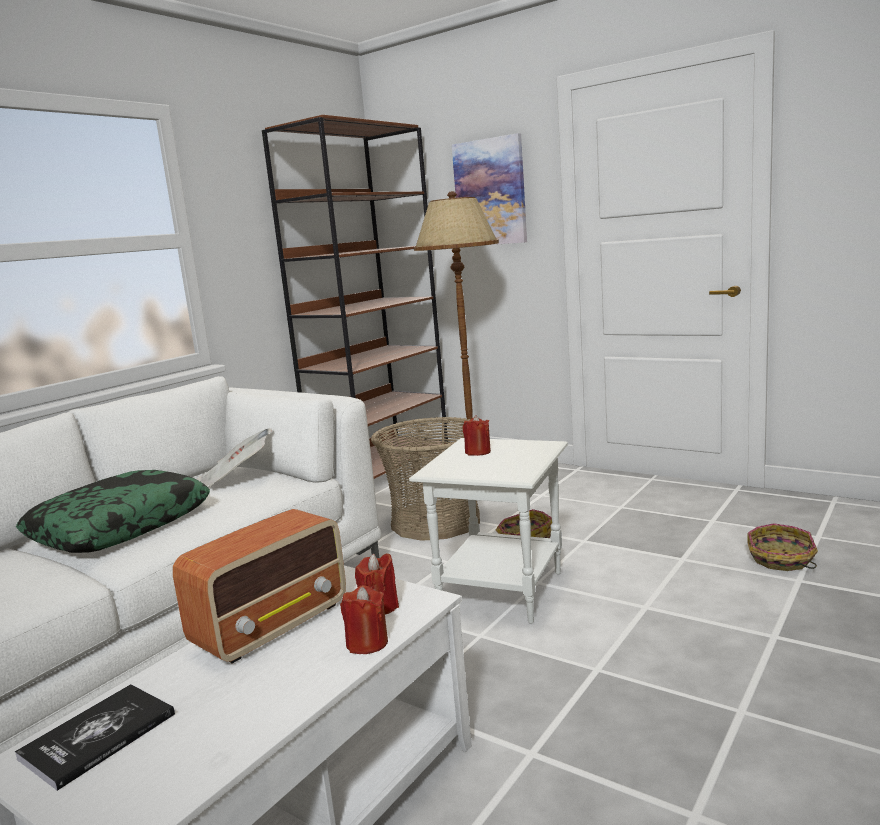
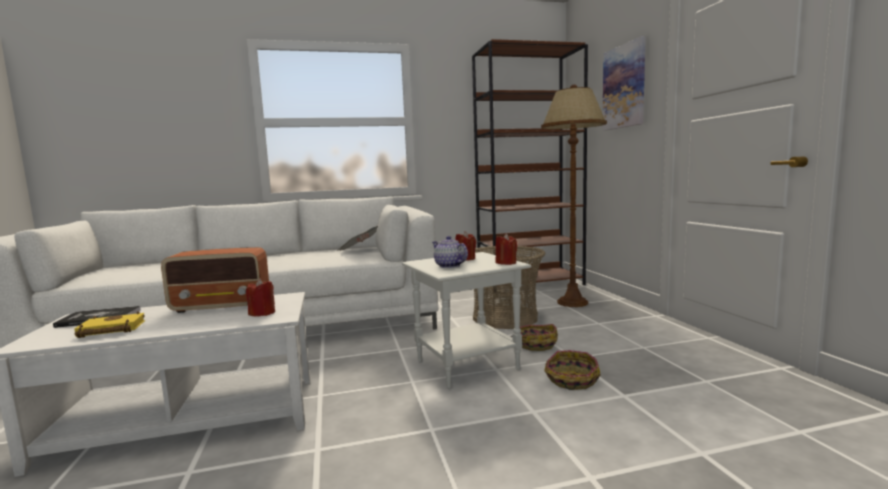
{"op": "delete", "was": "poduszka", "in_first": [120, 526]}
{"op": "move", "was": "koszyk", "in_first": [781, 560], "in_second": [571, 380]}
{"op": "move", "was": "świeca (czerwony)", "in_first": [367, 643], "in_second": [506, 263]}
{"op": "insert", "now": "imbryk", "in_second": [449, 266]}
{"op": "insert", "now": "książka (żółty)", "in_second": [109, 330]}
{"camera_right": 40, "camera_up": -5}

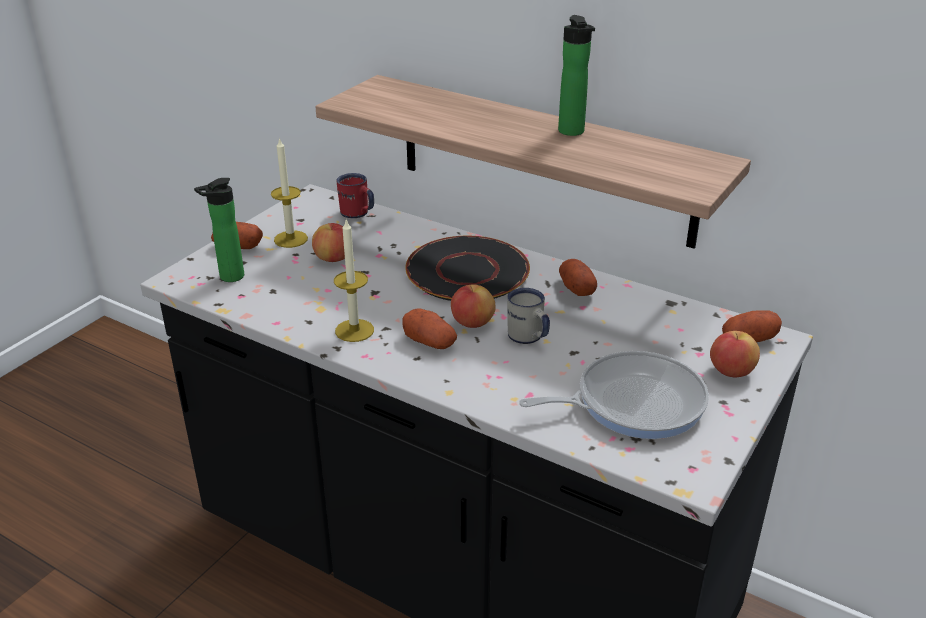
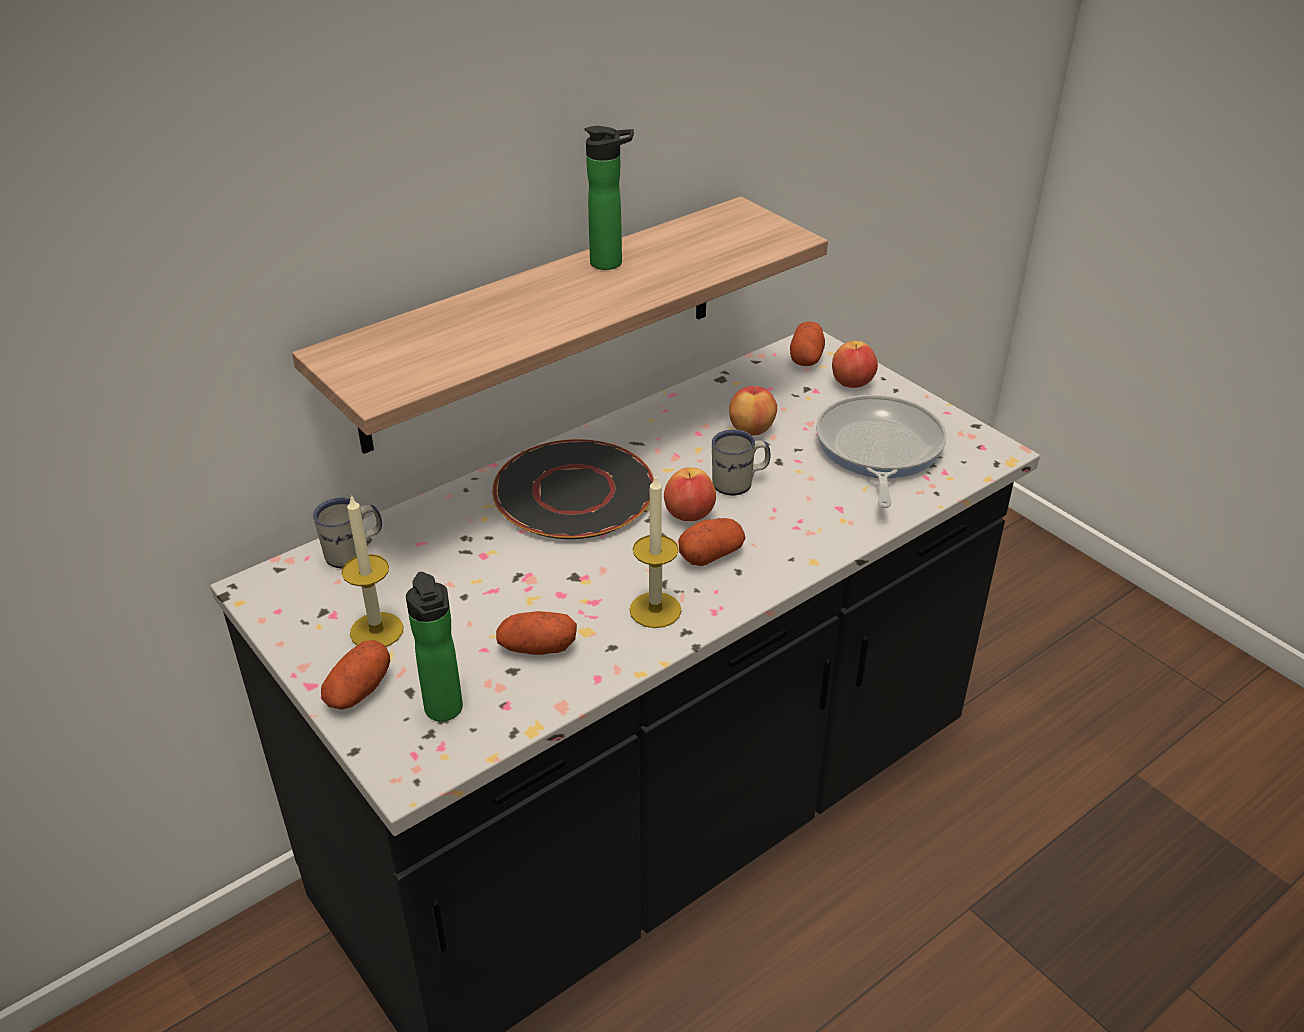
{"op": "recolor", "was": "kubek (czerwony)", "now": "kubek (biały)", "in_first": [357, 214], "in_second": [354, 553]}
{"op": "move", "was": "jabłko", "in_first": [334, 259], "in_second": [751, 429]}
{"op": "move", "was": "ziemniak", "in_first": [576, 288], "in_second": [537, 647]}
{"camera_right": -70, "camera_up": 5}

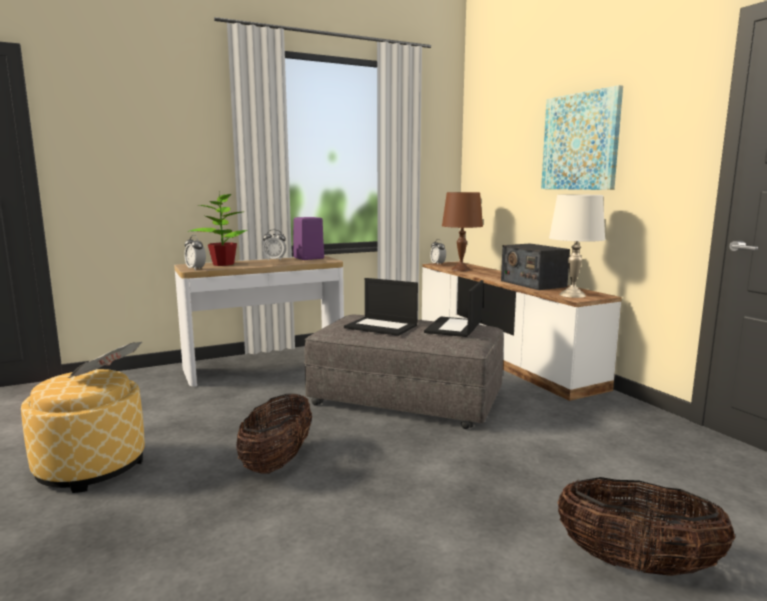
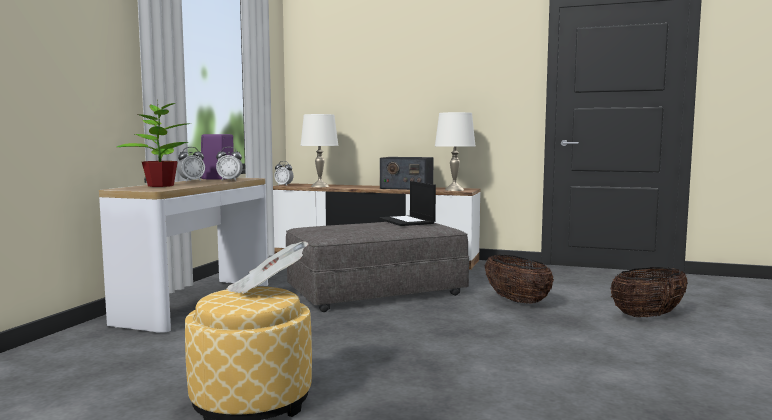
{"op": "delete", "was": "obraz", "in_first": [580, 142]}
{"op": "recolor", "was": "lampa stołowa (brązowy)", "now": "lampa stołowa (biały)", "in_first": [460, 269], "in_second": [319, 186]}
{"op": "move", "was": "budzik", "in_first": [196, 269], "in_second": [230, 180]}
{"op": "delete", "was": "laptop", "in_first": [382, 326]}
{"op": "move", "was": "koszyk", "in_first": [277, 461], "in_second": [516, 301]}
{"camera_right": -45, "camera_up": -5}

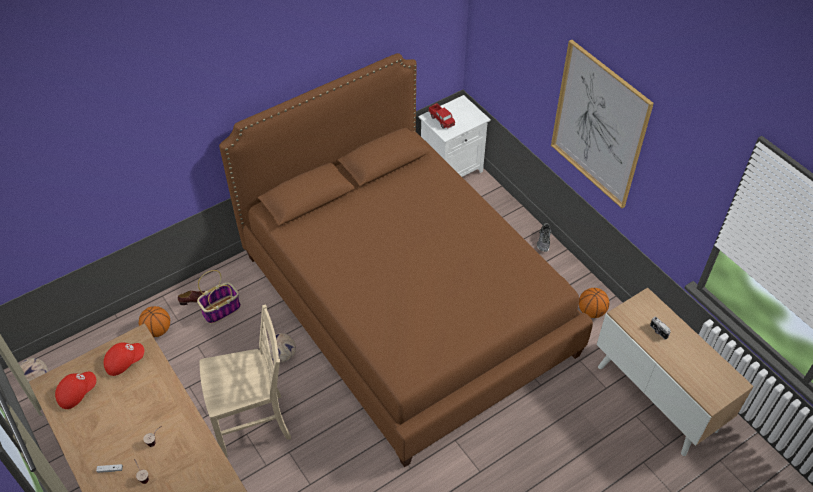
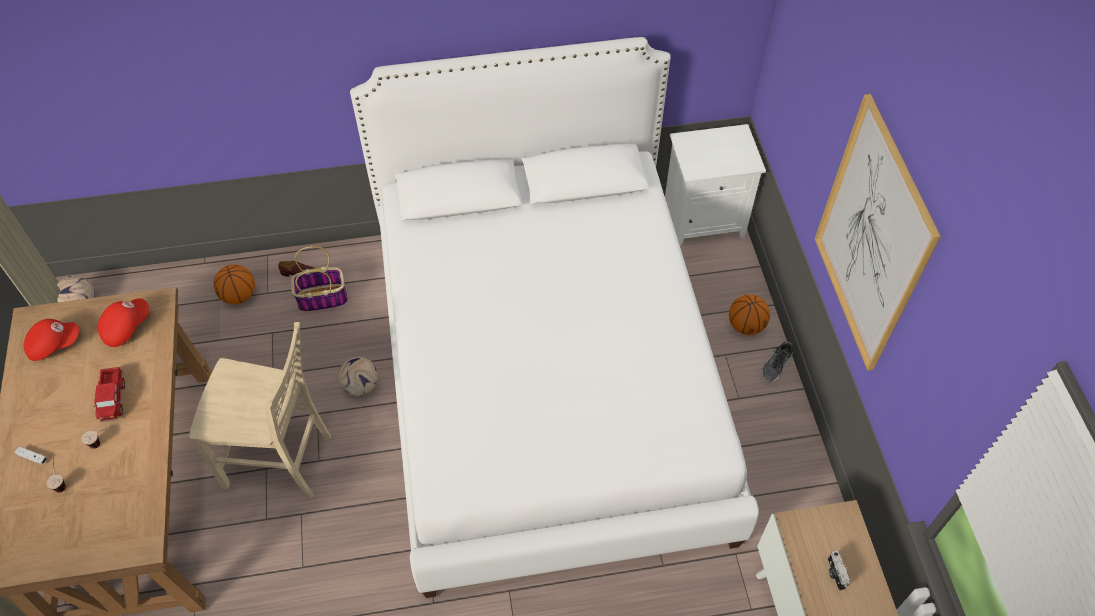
{"op": "recolor", "was": "łóżko (brązowy)", "now": "łóżko (biały)", "in_first": [406, 303], "in_second": [547, 379]}
{"op": "move", "was": "ciężarówka zabawkowa", "in_first": [441, 119], "in_second": [112, 398]}
{"op": "move", "was": "piłka do koszykówki", "in_first": [591, 311], "in_second": [746, 326]}
{"op": "rotate", "was": "czapka z daszkiem (czerwony)", "in_first": [124, 361], "in_second": [126, 327], "clockwise": -45}
{"camera_right": 25, "camera_up": 5}

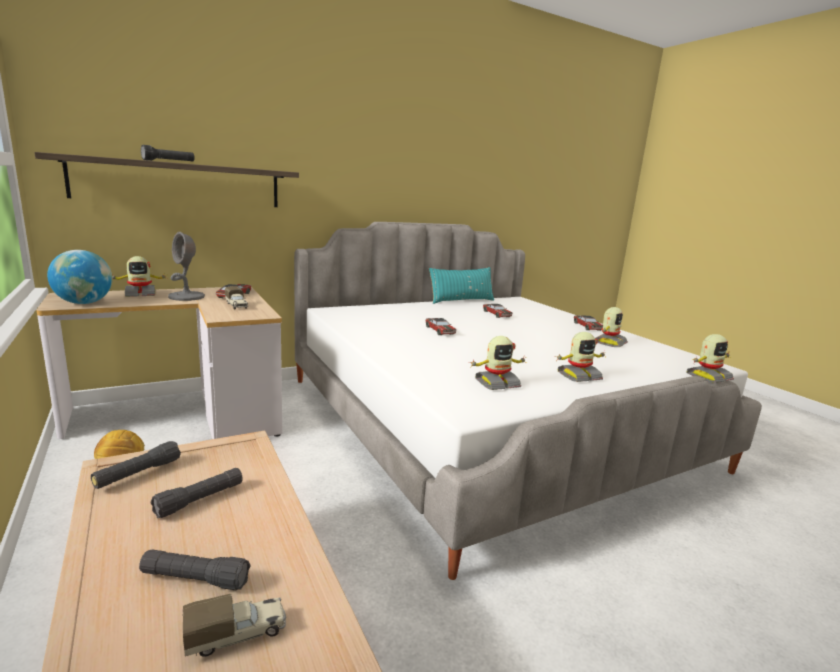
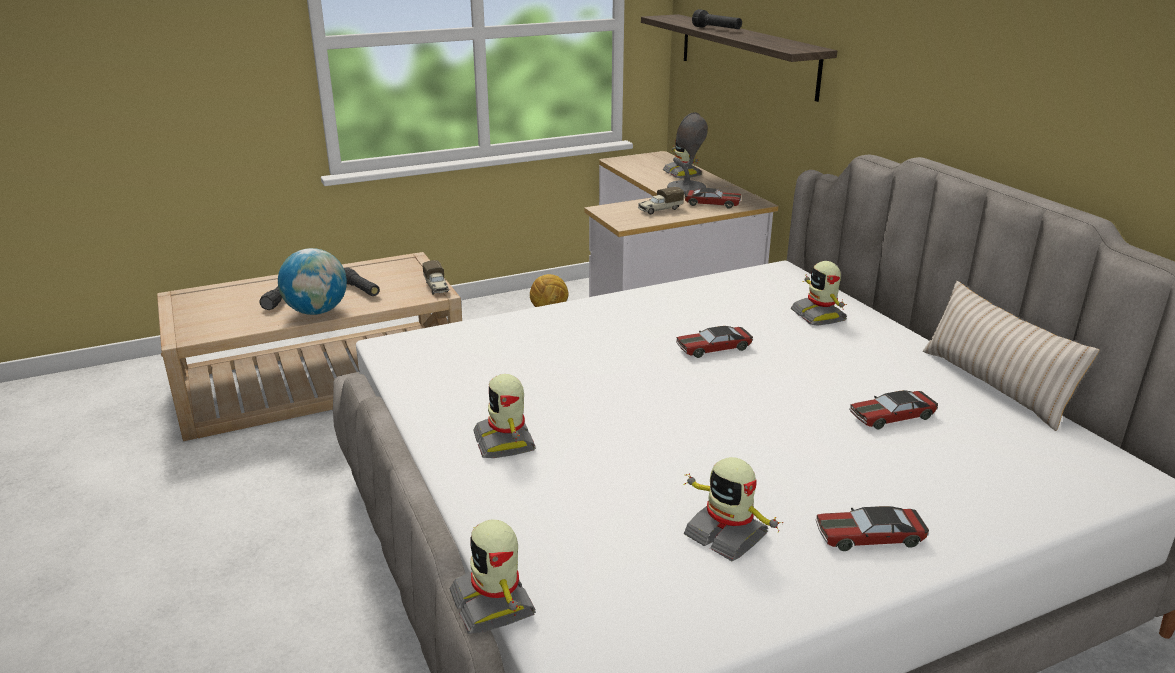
{"op": "move", "was": "globus", "in_first": [84, 303], "in_second": [317, 311]}
{"op": "recolor", "was": "poduszka (turkusowy)", "now": "poduszka (beżowy)", "in_first": [461, 300], "in_second": [993, 385]}
{"op": "move", "was": "robot zabawkowy", "in_first": [496, 383], "in_second": [819, 316]}
{"op": "delete", "was": "latarka (czarny)", "in_first": [138, 473]}
{"op": "move", "was": "ciężarówka zabawkowa", "in_first": [237, 634], "in_second": [436, 287]}
{"camera_right": 95, "camera_up": 10}

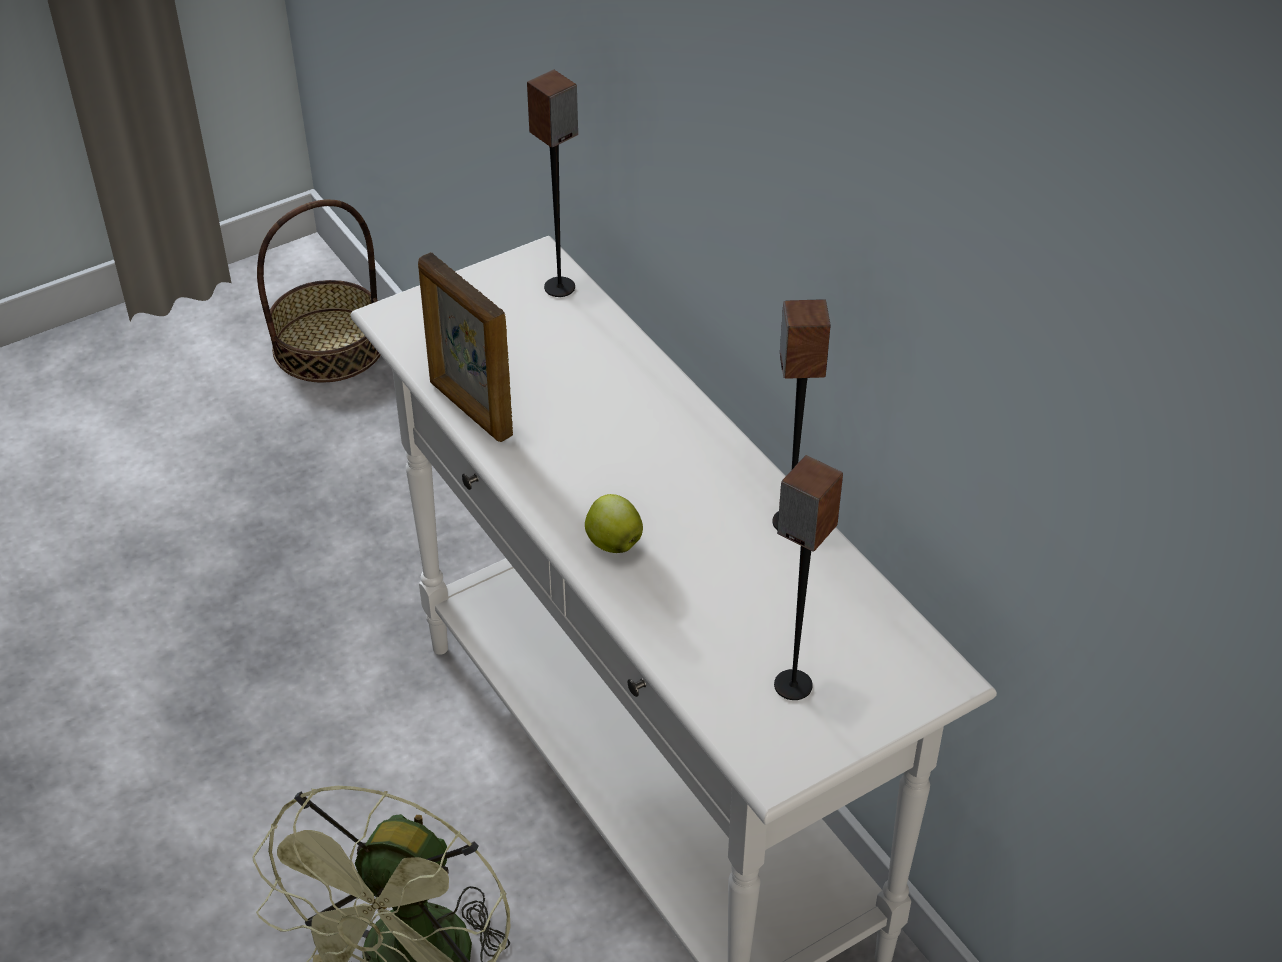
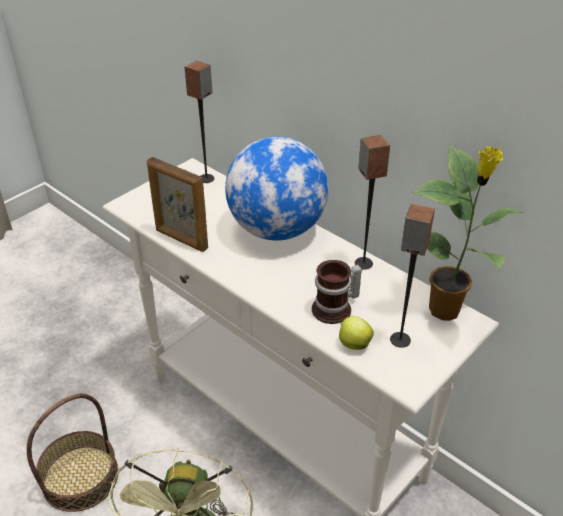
{"op": "move", "was": "koszyk", "in_first": [328, 345], "in_second": [80, 477]}
{"op": "move", "was": "jabłko", "in_first": [613, 542], "in_second": [353, 344]}
{"op": "insert", "now": "globus", "in_second": [277, 229]}
{"op": "insert", "now": "roślina doniczkowa", "in_second": [446, 310]}
{"op": "insert", "now": "kubek", "in_second": [336, 309]}
{"camera_right": -15, "camera_up": -5}

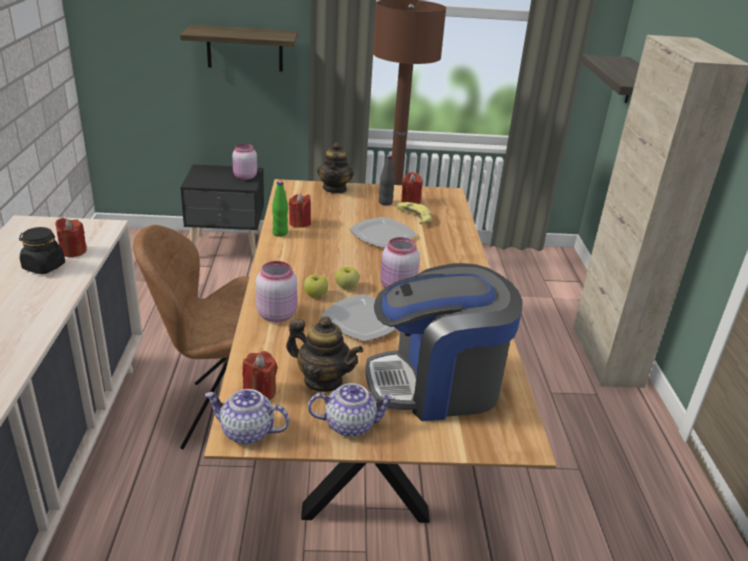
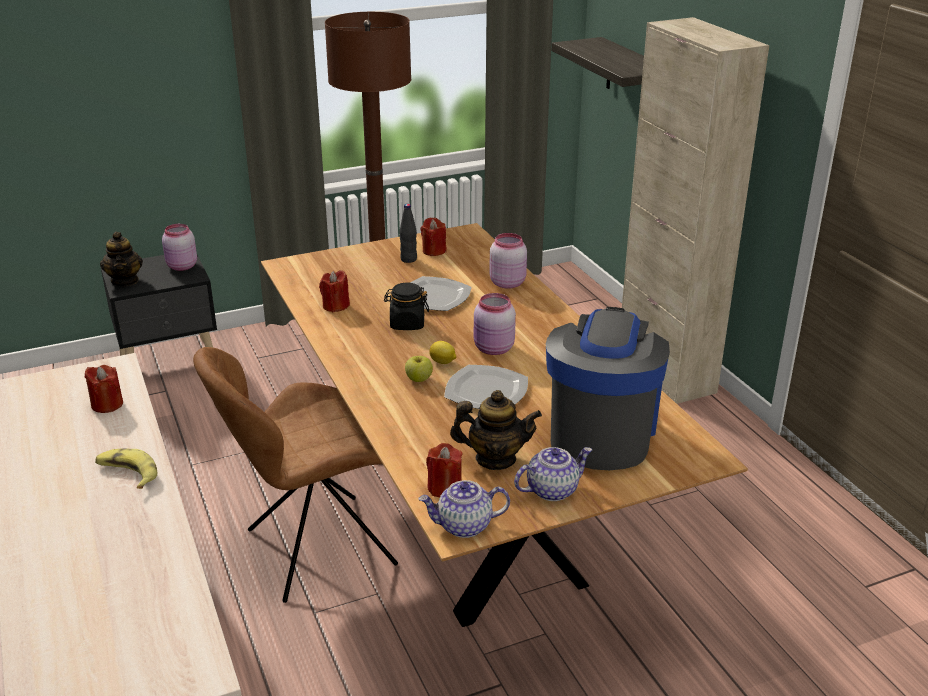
{"op": "delete", "was": "półka", "in_first": [245, 48]}
{"op": "move", "was": "imbryk", "in_first": [335, 188], "in_second": [125, 281]}
{"op": "delete", "was": "butelka (zielony)", "in_first": [280, 233]}
{"op": "move", "was": "banan", "in_first": [413, 217], "in_second": [127, 474]}
{"op": "move", "was": "słoik (czarny)", "in_first": [43, 266], "in_second": [407, 324]}
{"op": "move", "was": "słoik (różowy)", "in_first": [277, 314], "in_second": [507, 282]}
{"op": "rotate", "was": "ekspres do kawy", "in_first": [437, 384], "in_second": [601, 431], "clockwise": 135}
{"op": "replace", "was": "jabłko", "now": "cytryna", "in_first": [346, 287], "in_second": [443, 362]}
{"camera_right": -20, "camera_up": 0}

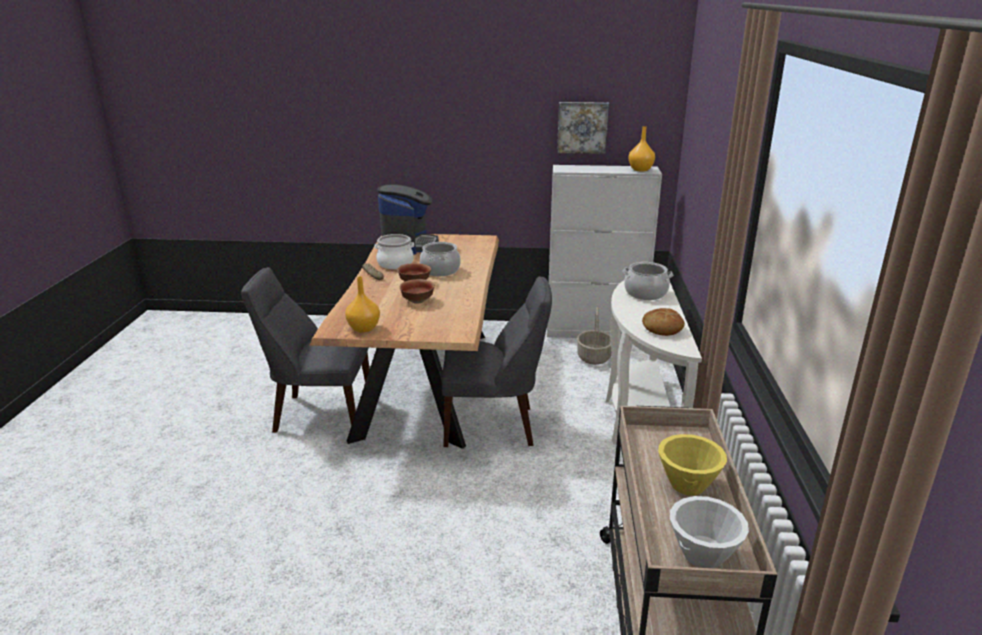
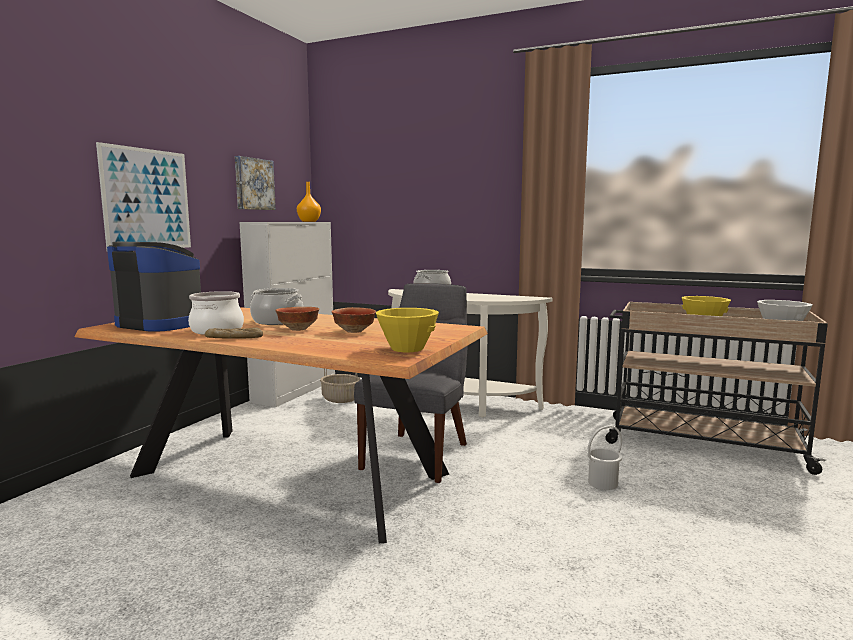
{"op": "delete", "was": "krzesło (szary)", "in_first": [319, 414]}
{"op": "replace", "was": "wazon (pomarańczowy)", "now": "miska (żółty)", "in_first": [364, 328], "in_second": [407, 348]}
{"op": "delete", "was": "chleb", "in_first": [662, 328]}
{"op": "insert", "now": "obraz", "in_second": [147, 199]}
{"op": "insert", "now": "wiadro (biały)", "in_second": [603, 483]}
{"camera_right": -70, "camera_up": -15}

